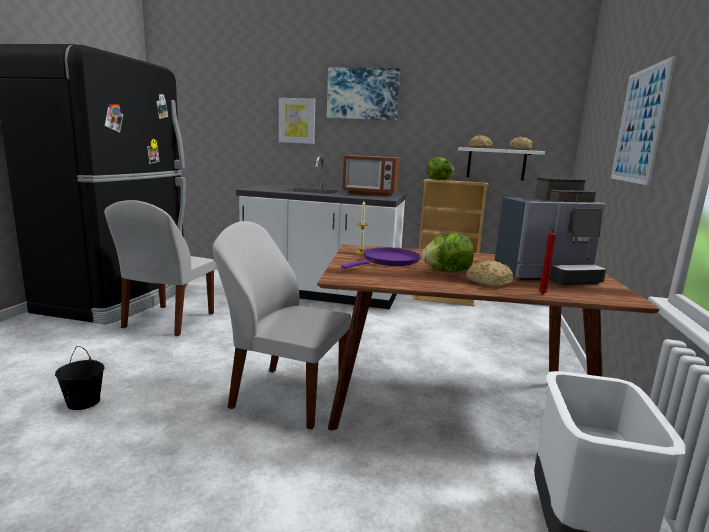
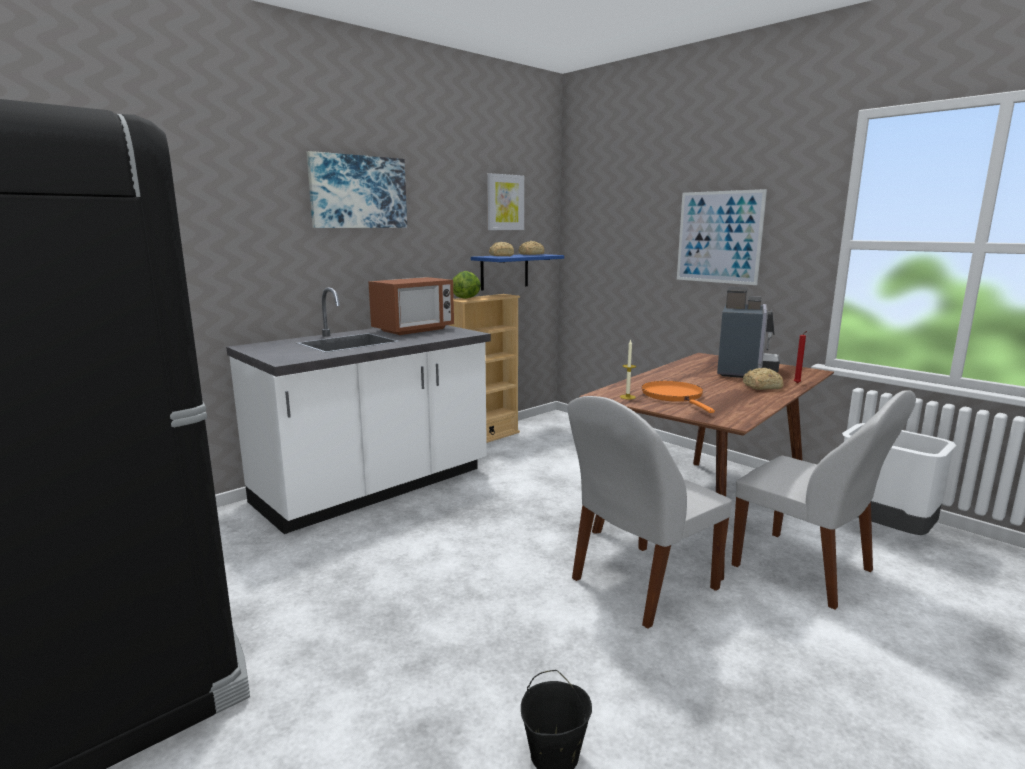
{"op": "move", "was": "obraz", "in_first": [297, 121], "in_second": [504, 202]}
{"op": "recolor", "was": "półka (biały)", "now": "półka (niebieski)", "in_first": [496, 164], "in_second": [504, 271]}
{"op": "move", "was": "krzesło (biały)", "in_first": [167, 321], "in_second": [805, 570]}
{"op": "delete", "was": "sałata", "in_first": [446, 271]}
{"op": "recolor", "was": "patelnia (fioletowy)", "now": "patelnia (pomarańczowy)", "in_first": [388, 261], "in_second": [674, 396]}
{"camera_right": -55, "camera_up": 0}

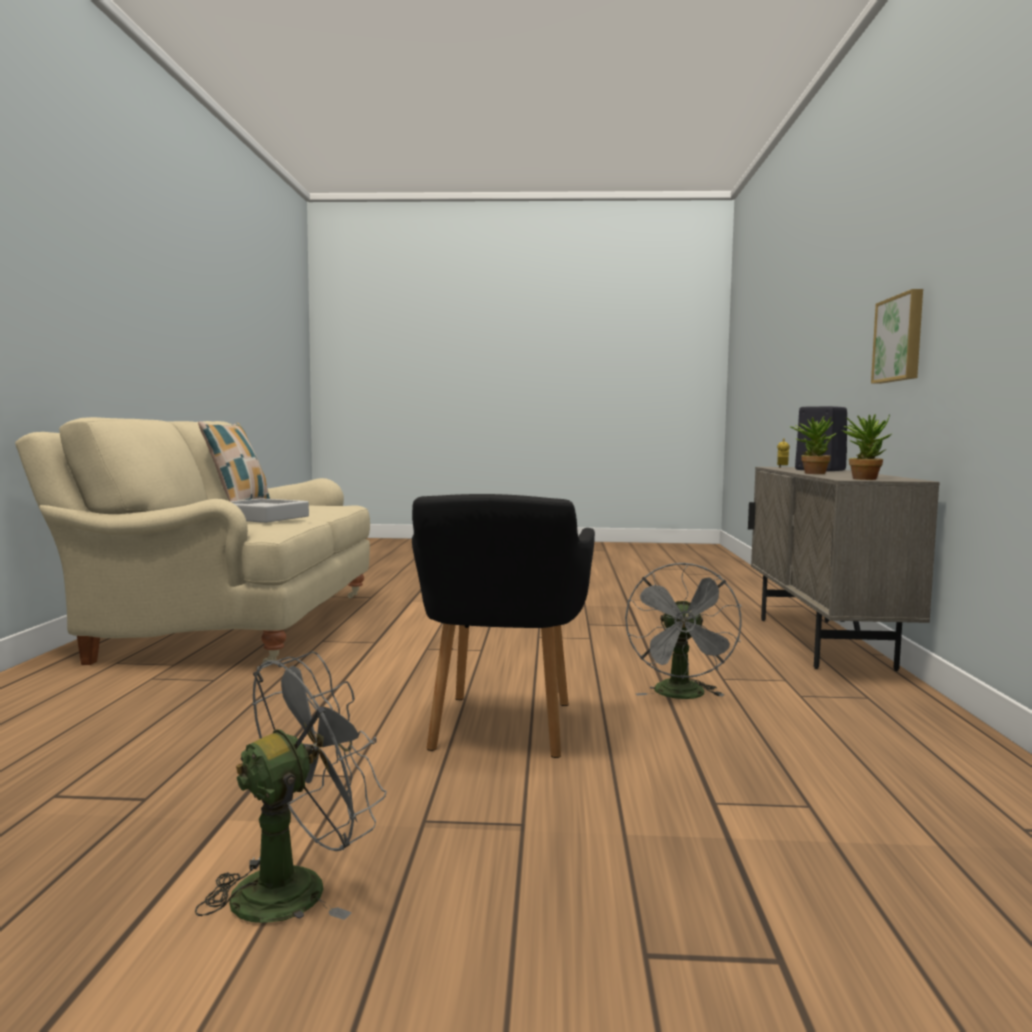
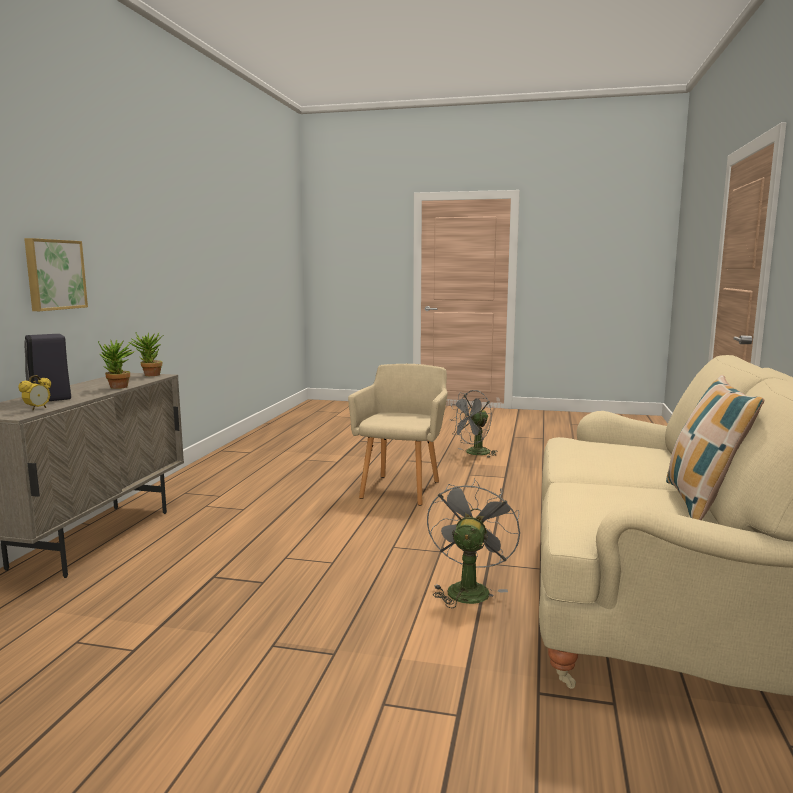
{"op": "recolor", "was": "fotel (czarny)", "now": "fotel (beżowy)", "in_first": [500, 728], "in_second": [402, 488]}
{"op": "delete", "was": "taca (szary)", "in_first": [263, 517]}
{"op": "move", "was": "wentylator (szary)", "in_first": [682, 696], "in_second": [468, 588]}
{"camera_right": -170, "camera_up": 5}

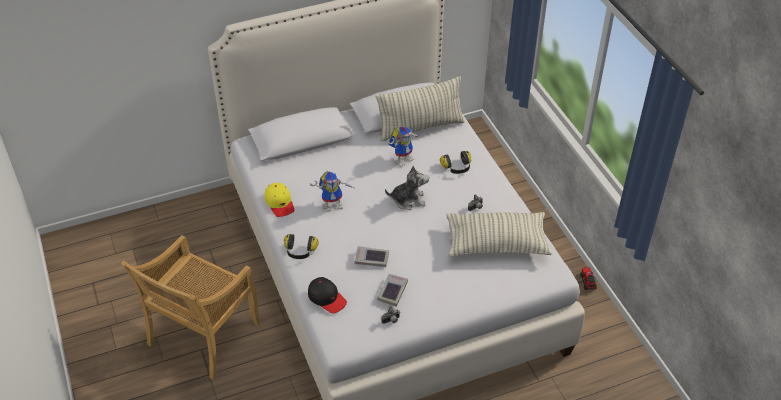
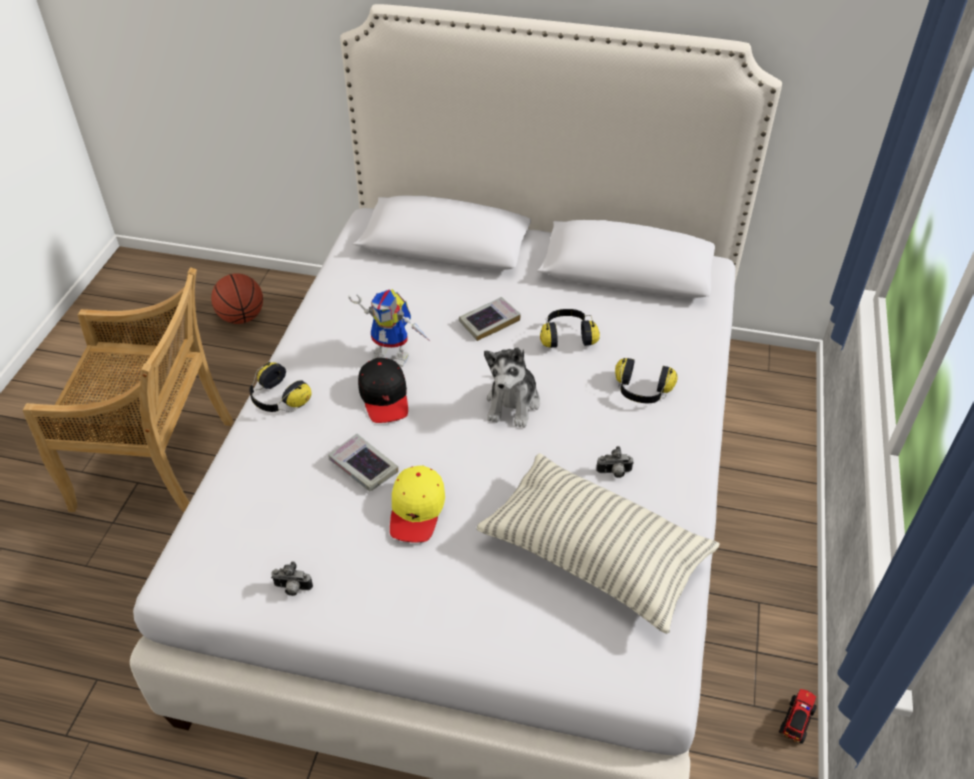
{"op": "delete", "was": "poduszka", "in_first": [420, 127]}
{"op": "replace", "was": "robot zabawkowy", "now": "słuchawki", "in_first": [403, 158], "in_second": [567, 336]}
{"op": "rotate", "was": "pluszak", "in_first": [408, 200], "in_second": [513, 403], "clockwise": 75}
{"op": "move", "was": "czapka z daszkiem (żółty)", "in_first": [280, 203], "in_second": [417, 510]}
{"op": "rotate", "was": "krzesło (beżowy)", "in_first": [203, 336], "in_second": [158, 465], "clockwise": -150}
{"op": "move", "was": "książka", "in_first": [392, 291], "in_second": [489, 322]}
{"op": "move", "was": "czapka z daszkiem (czarny)", "in_first": [327, 298], "in_second": [384, 397]}
{"op": "insert", "now": "piłka do koszykówki", "in_second": [241, 317]}
{"camera_right": 35, "camera_up": 0}

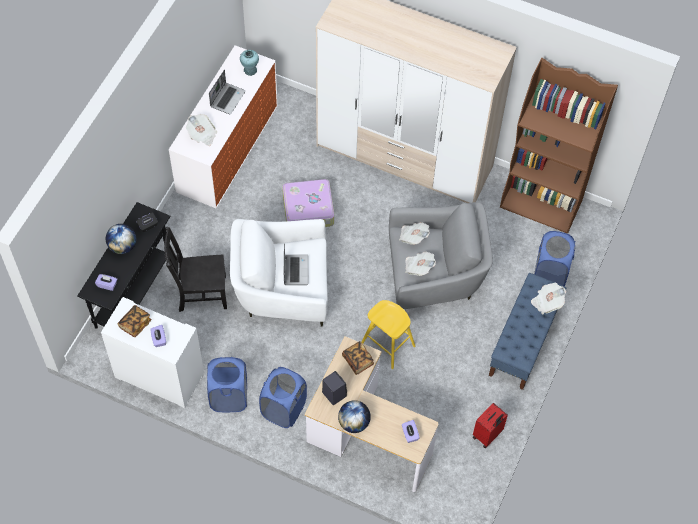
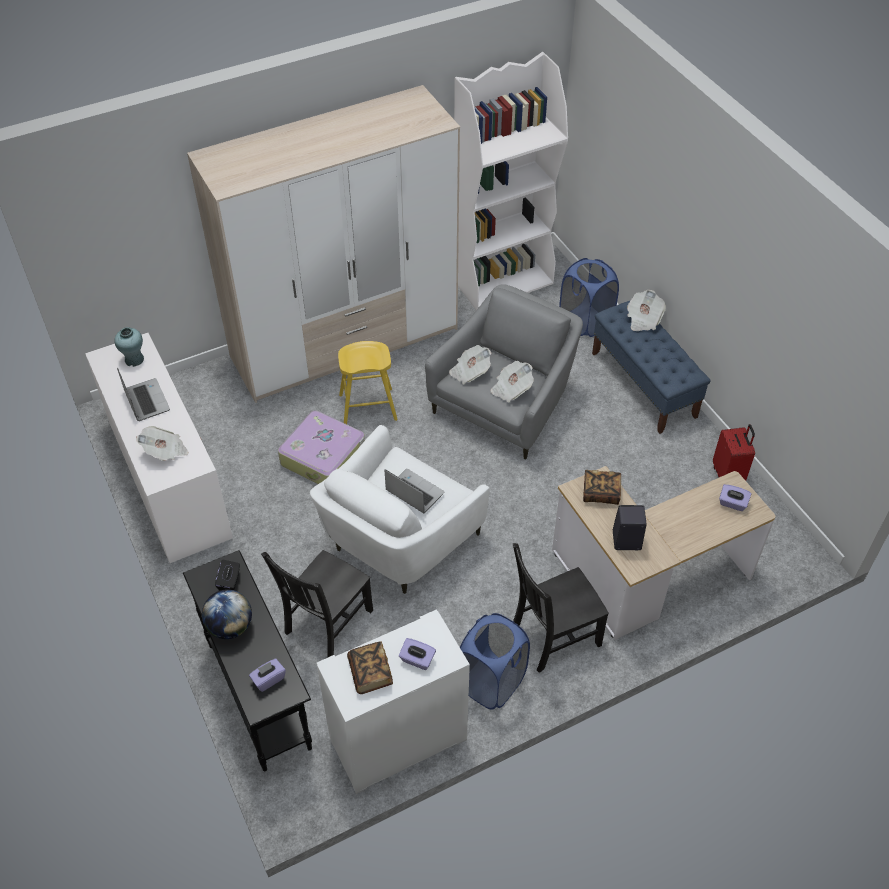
{"op": "recolor", "was": "regał (brązowy)", "now": "regał (biały)", "in_first": [541, 204], "in_second": [503, 281]}
{"op": "move", "was": "stołek (żółty)", "in_first": [388, 344], "in_second": [367, 407]}
{"op": "replace", "was": "kosz na pranie (niebieski)", "now": "krzesło (czarny)", "in_first": [283, 409], "in_second": [553, 636]}
{"op": "delete", "was": "globus", "in_first": [354, 423]}
{"camera_right": -50, "camera_up": -10}

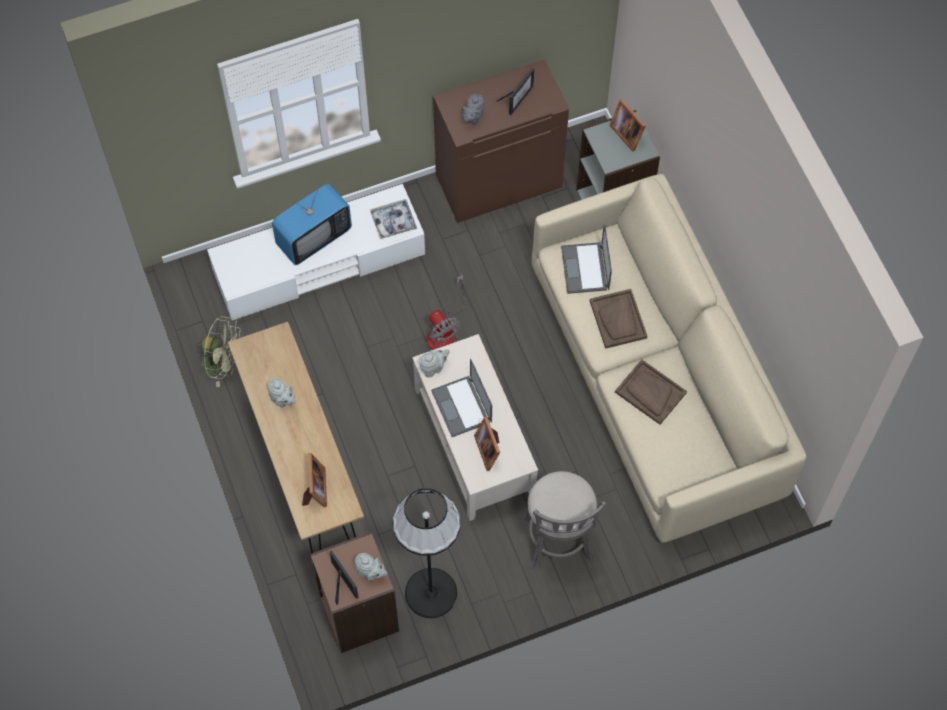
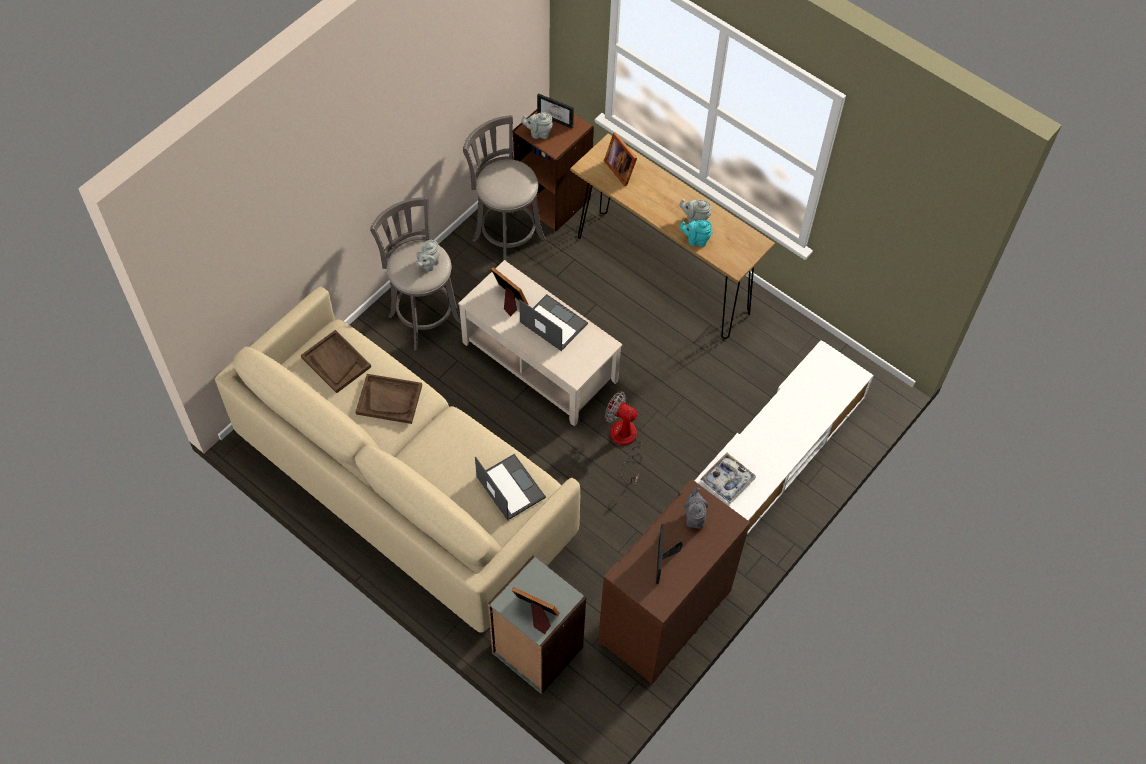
{"op": "delete", "was": "telewizor", "in_first": [314, 237]}
{"op": "move", "was": "taca (brązowy)", "in_first": [618, 319], "in_second": [336, 362]}
{"op": "delete", "was": "wentylator (zielony)", "in_first": [222, 364]}
{"op": "move", "was": "imbryk (szary)", "in_first": [433, 368], "in_second": [428, 264]}
{"op": "replace", "was": "lampa stojąca (czarny)", "now": "stołek (szary)", "in_first": [430, 593], "in_second": [506, 237]}
{"op": "insert", "now": "imbryk (turkusowy)", "in_second": [696, 240]}
{"camera_right": 150, "camera_up": -5}

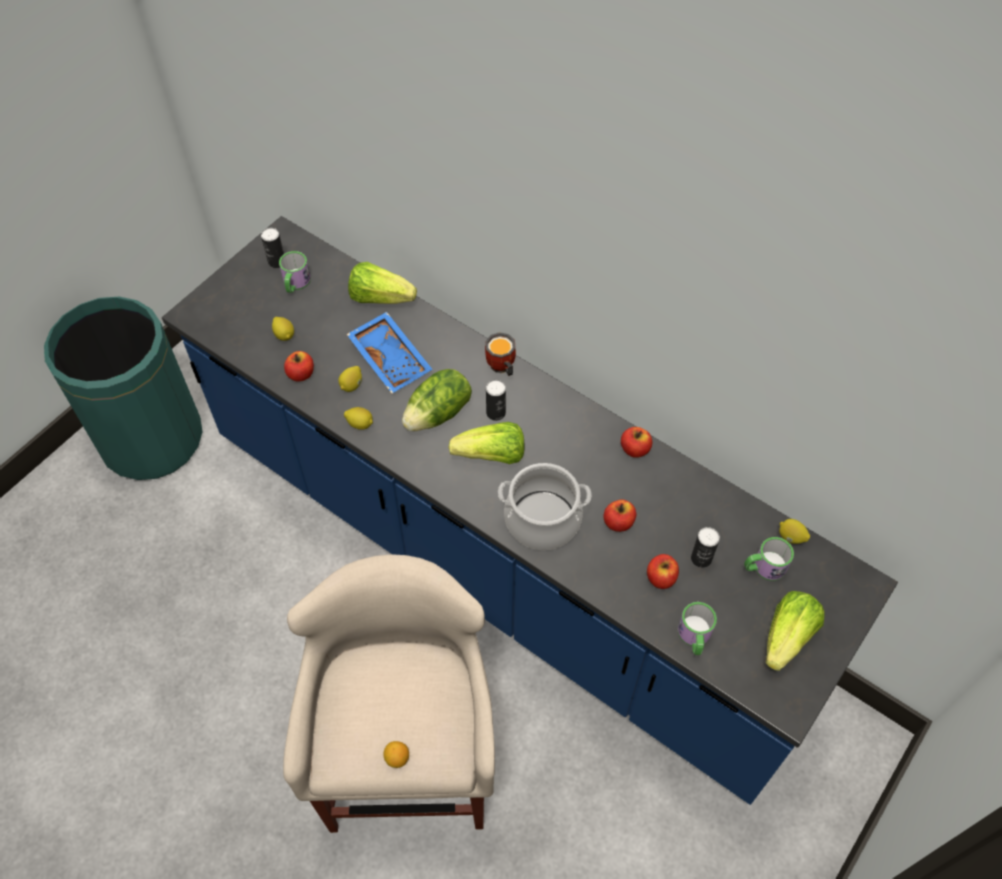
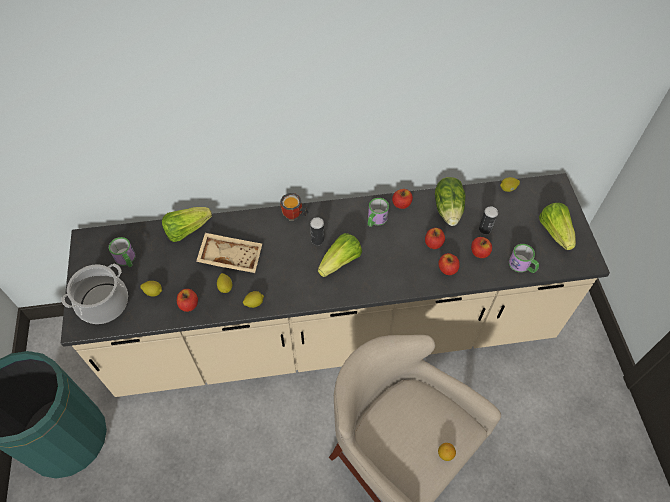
{"op": "recolor", "was": "zabudowa kuchenna (niebieski)", "now": "zabudowa kuchenna (beżowy)", "in_first": [501, 562], "in_second": [335, 332]}
{"op": "delete", "was": "puszka", "in_first": [277, 262]}
{"op": "recolor", "was": "taca (niebieski)", "now": "taca (beżowy)", "in_first": [391, 358], "in_second": [231, 256]}
{"op": "move", "was": "sałata", "in_first": [439, 414], "in_second": [448, 209]}
{"op": "move", "was": "garnek", "in_first": [542, 520], "in_second": [103, 303]}
{"op": "move", "was": "kubek", "in_first": [764, 567], "in_second": [375, 220]}
{"op": "insert", "now": "jabłko", "in_second": [447, 269]}
{"camera_right": -45, "camera_up": 0}

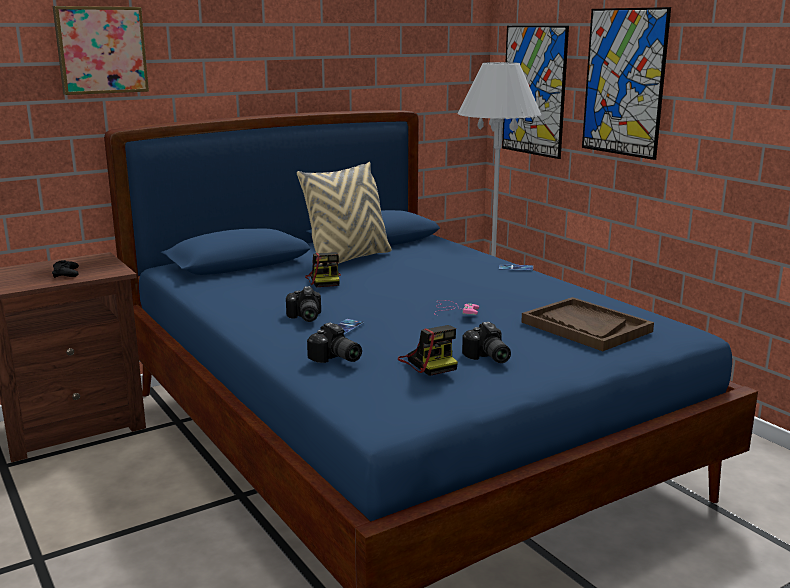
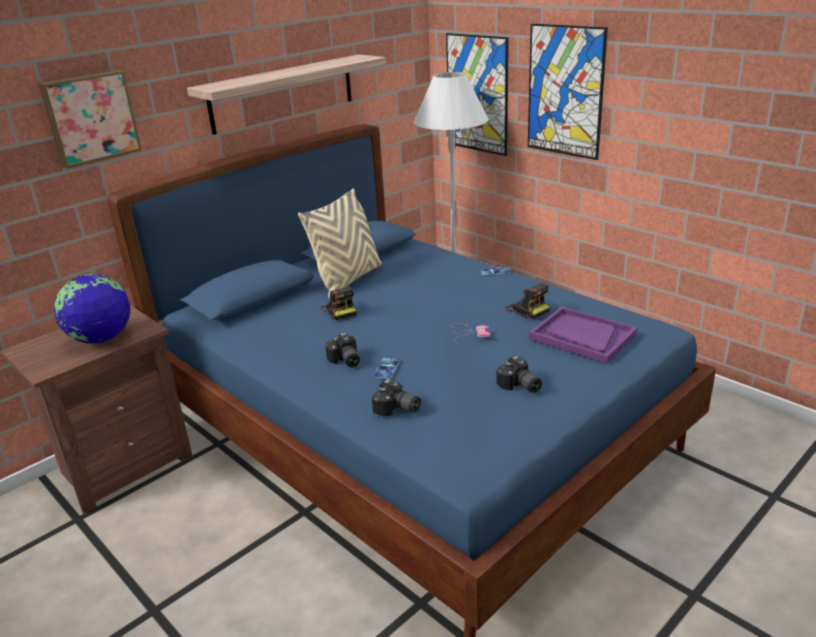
{"op": "replace", "was": "pad do gier (czarny)", "now": "globus", "in_first": [66, 273], "in_second": [101, 339]}
{"op": "recolor", "was": "taca (brązowy)", "now": "taca (fioletowy)", "in_first": [585, 327], "in_second": [582, 337]}
{"op": "move", "was": "aparat fotograficzny", "in_first": [428, 363], "in_second": [527, 309]}
{"op": "insert", "now": "półka", "in_second": [283, 93]}
{"camera_right": -10, "camera_up": 10}

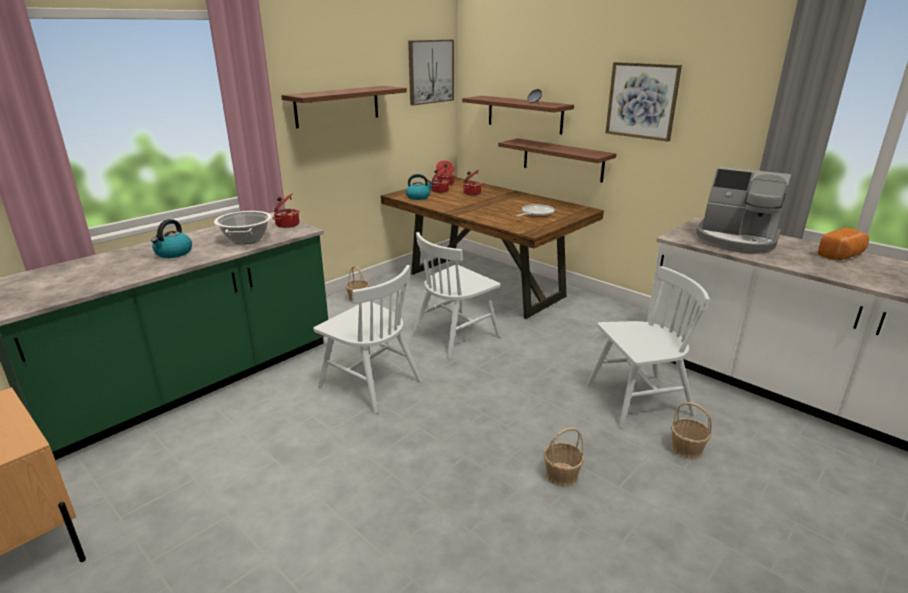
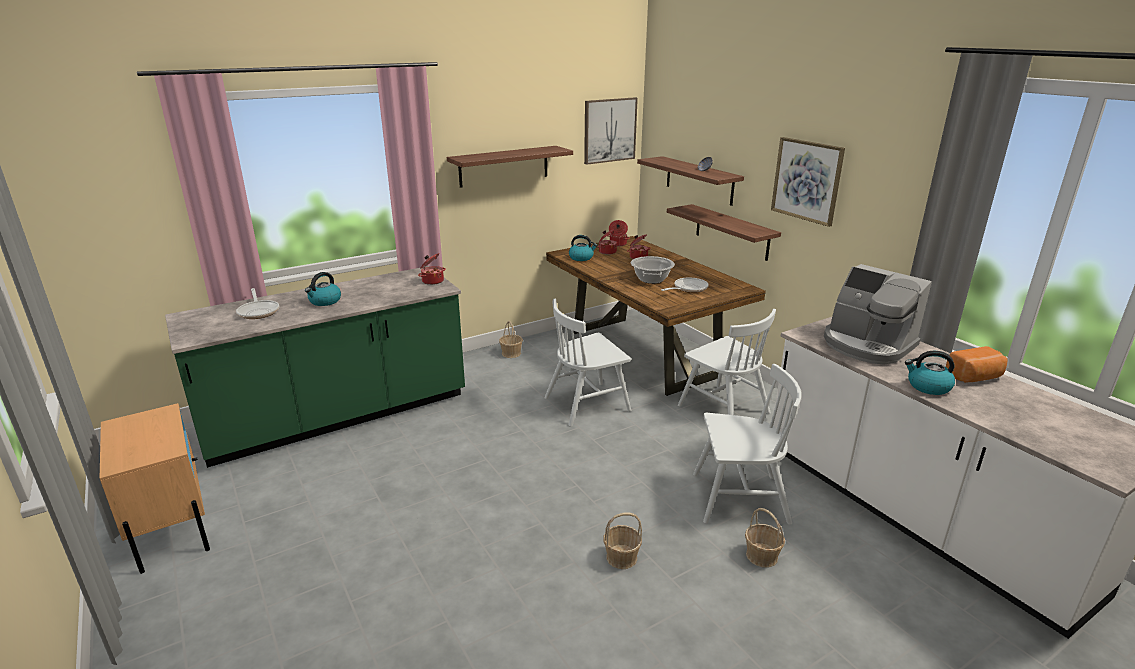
{"op": "move", "was": "garnek", "in_first": [246, 239], "in_second": [651, 279]}
{"op": "move", "was": "krzesło (biały)", "in_first": [370, 383], "in_second": [723, 409]}
{"op": "insert", "now": "patelnia", "in_second": [258, 311]}
{"op": "insert", "now": "czajnik", "in_second": [928, 386]}
{"camera_right": 15, "camera_up": 0}

